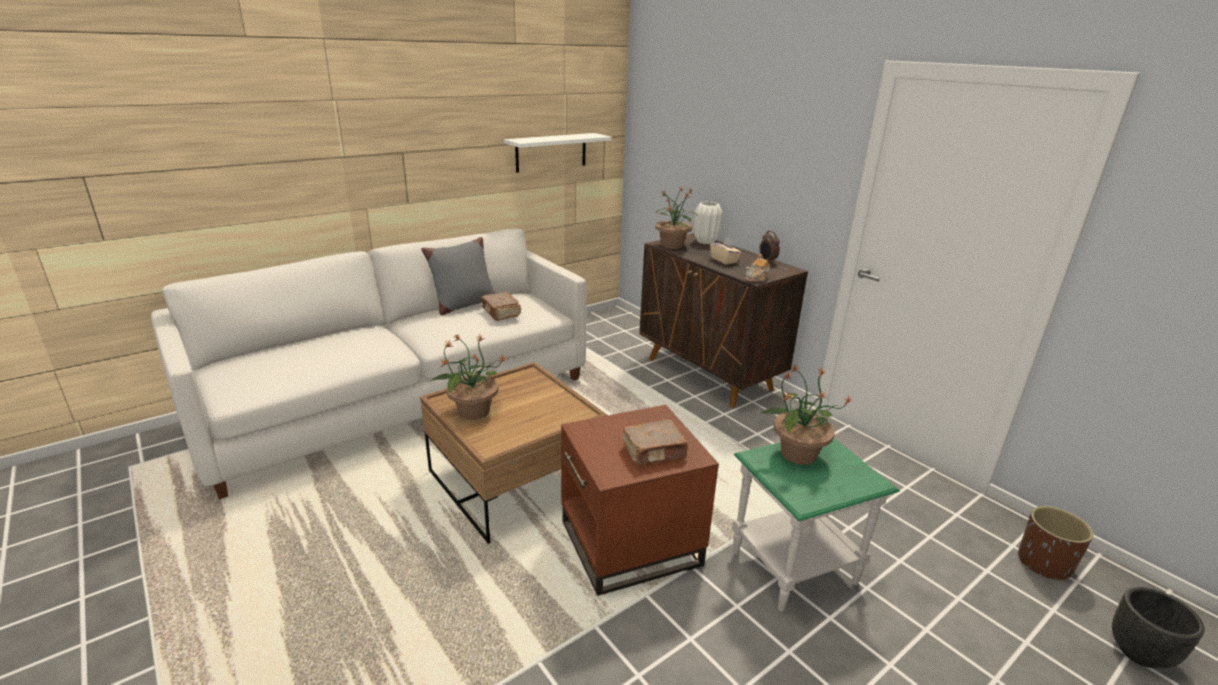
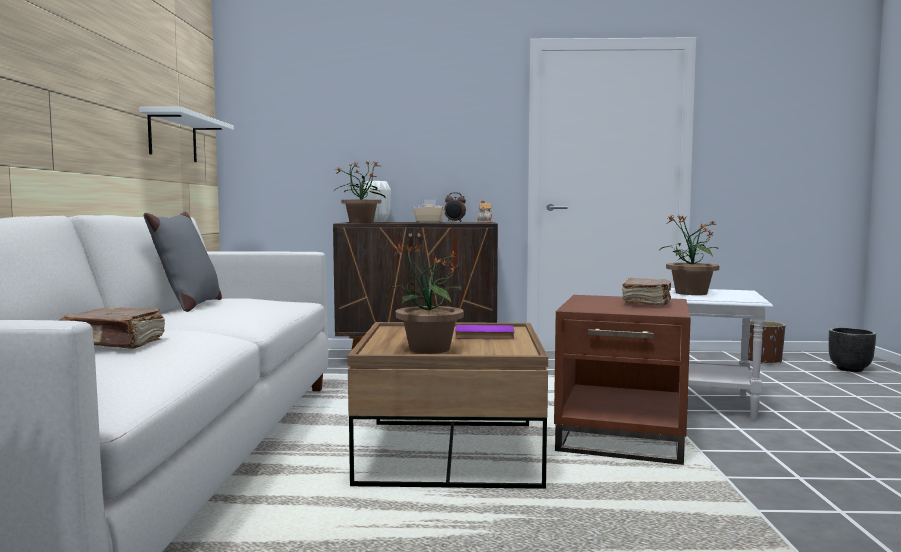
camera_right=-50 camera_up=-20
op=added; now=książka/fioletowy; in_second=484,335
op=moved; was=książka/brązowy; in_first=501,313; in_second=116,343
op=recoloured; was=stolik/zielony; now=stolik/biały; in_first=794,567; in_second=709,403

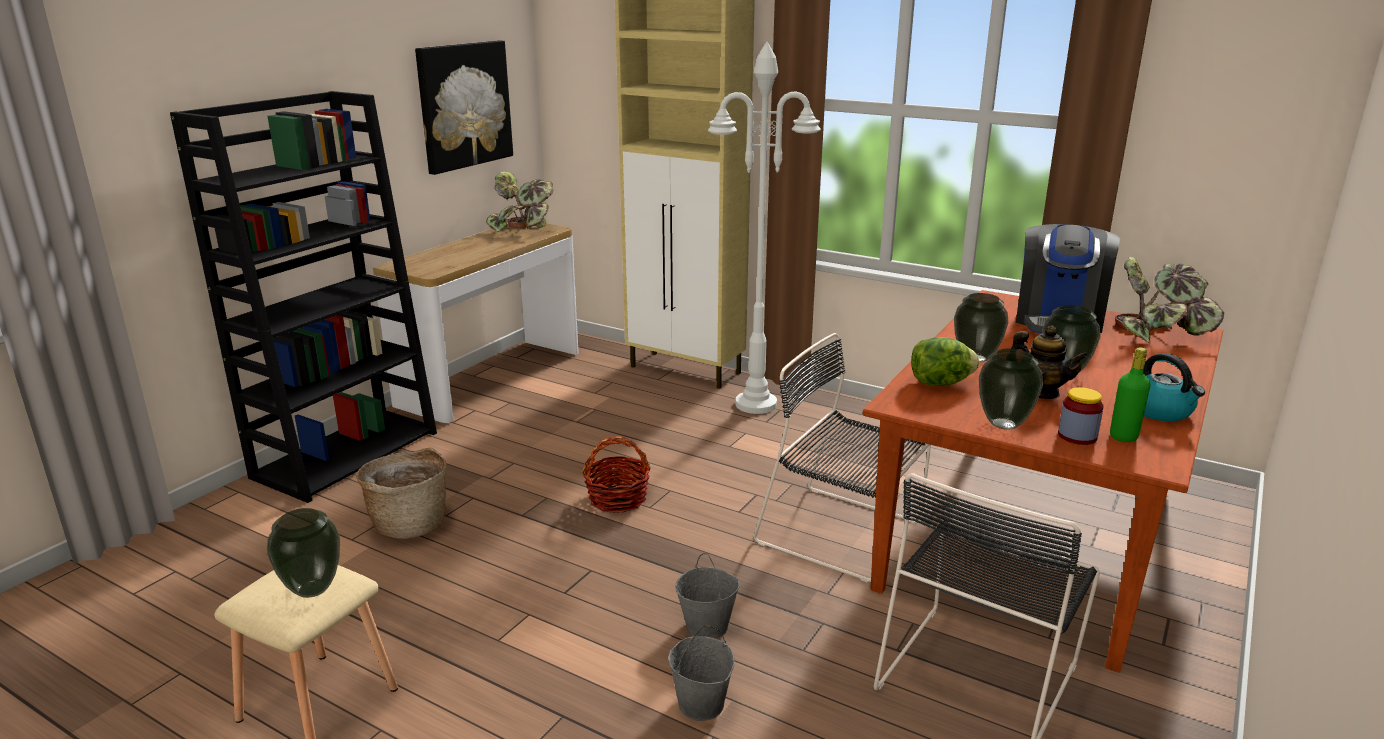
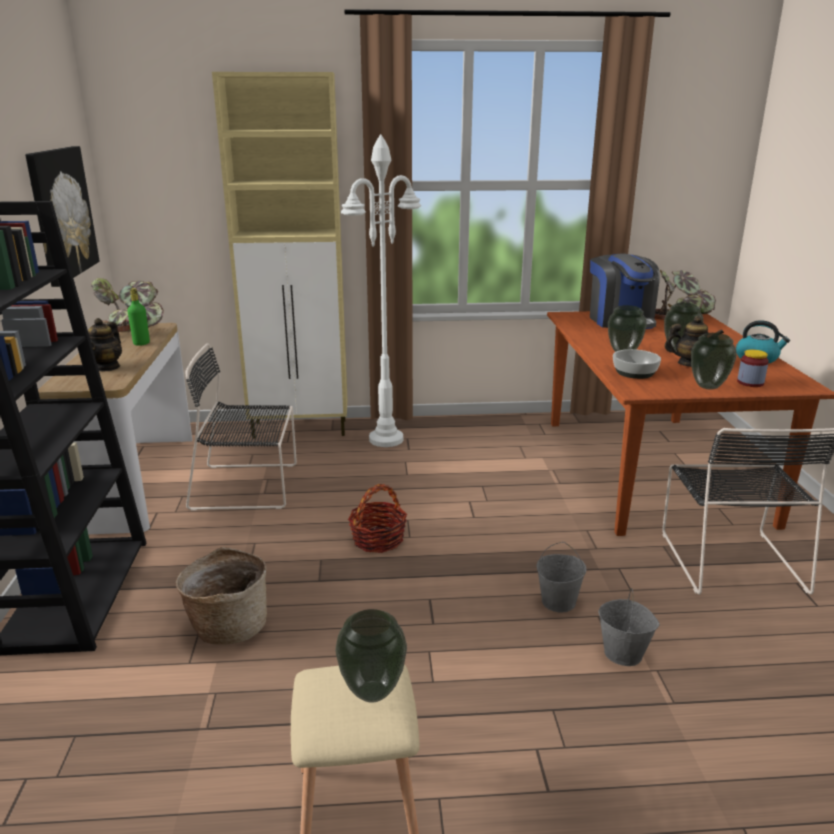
camera_right=-35 camera_up=0
op=added; now=imbryk; in_second=107,367
op=moved; was=krzesło/czarny; in_first=844,534; in_second=249,486
op=moved; was=butelka/zielony; in_first=1123,437; in_second=141,343
op=replaced; was=sałata; now=miska; in_first=940,383; in_second=634,372

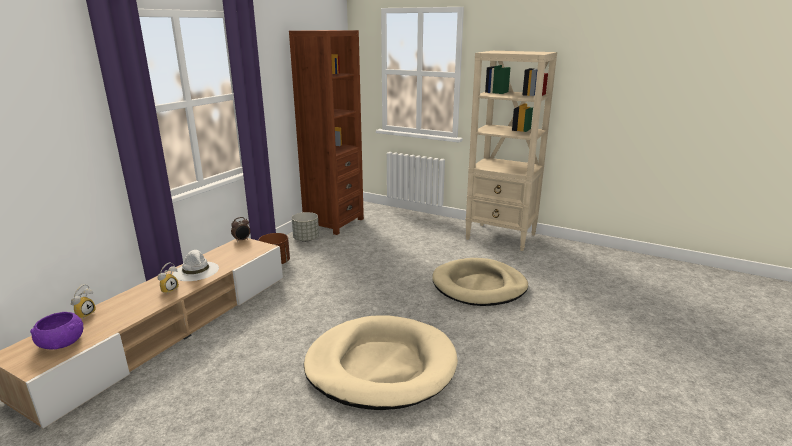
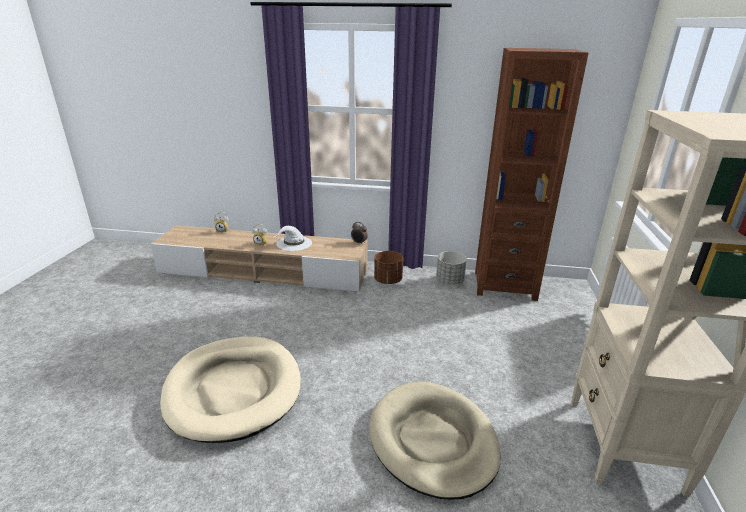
camera_right=70 camera_up=5
op=removed; was=miska/fioletowy; in_first=62,343

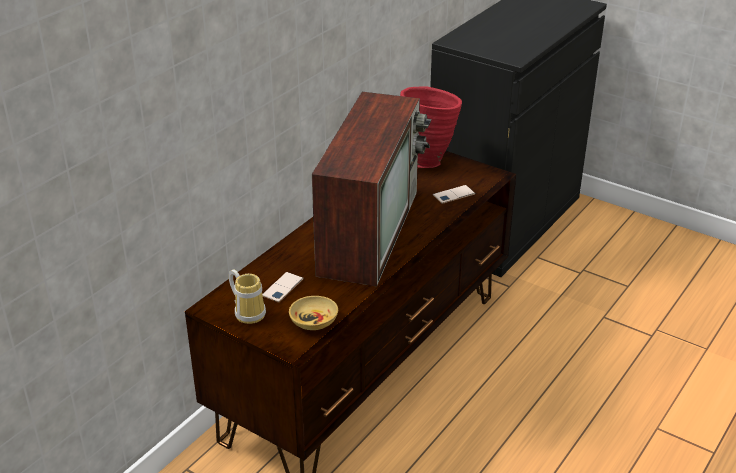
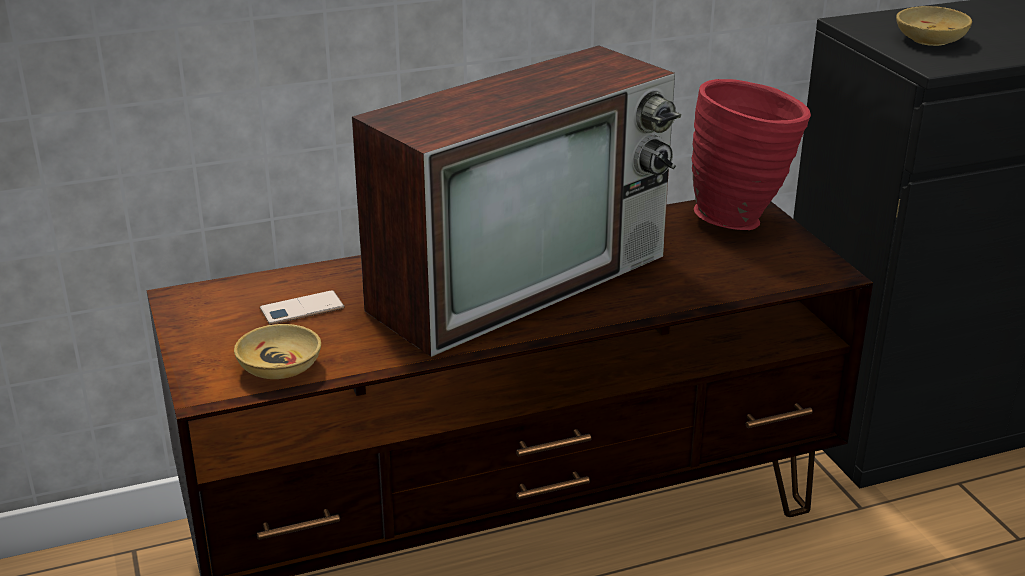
camera_right=35 camera_up=-5
op=removed; was=kubek; in_first=248,312
op=removed; was=telefon; in_first=454,195
op=added; now=miska/beżowy; in_second=931,39

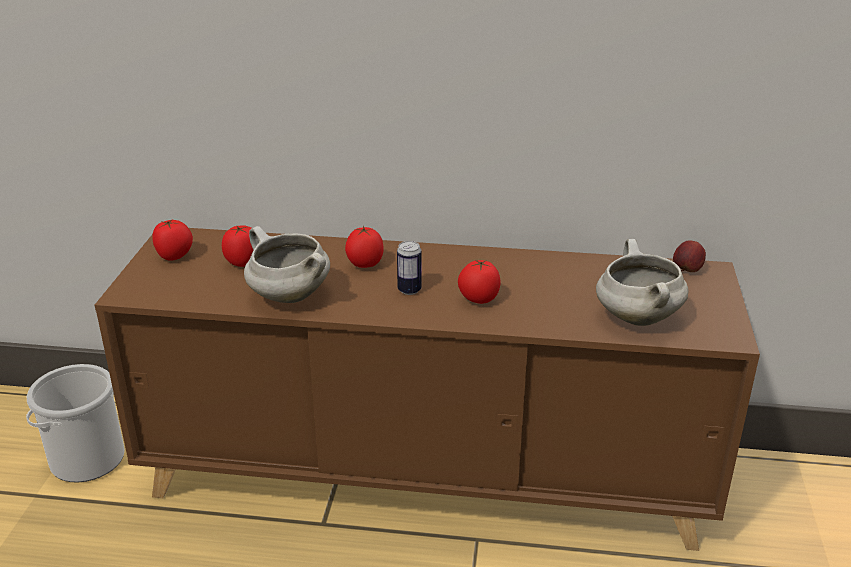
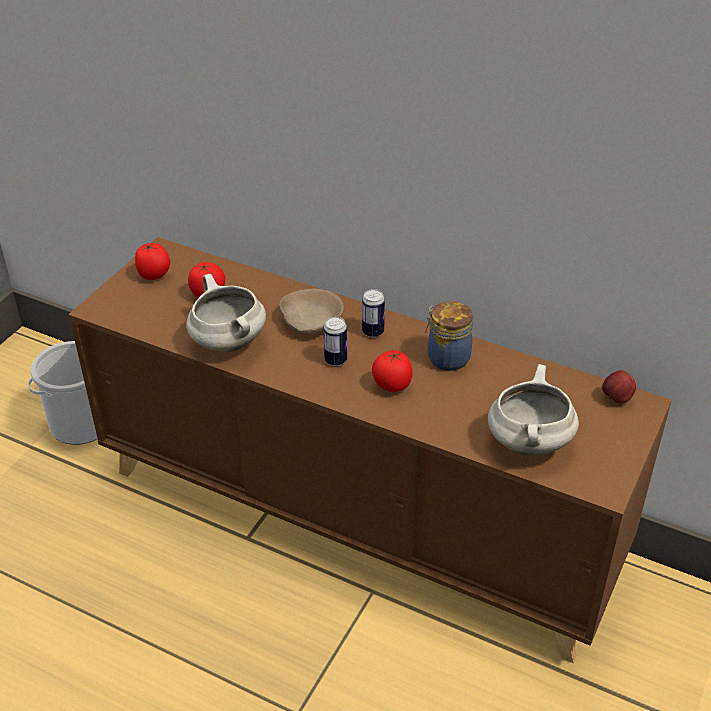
camera_right=20 camera_up=10
op=added; now=puszka; in_second=373,332
op=added; now=słoik; in_second=446,357
op=replaced; was=pomidor; now=miska/beżowy; in_first=364,265; in_second=311,322

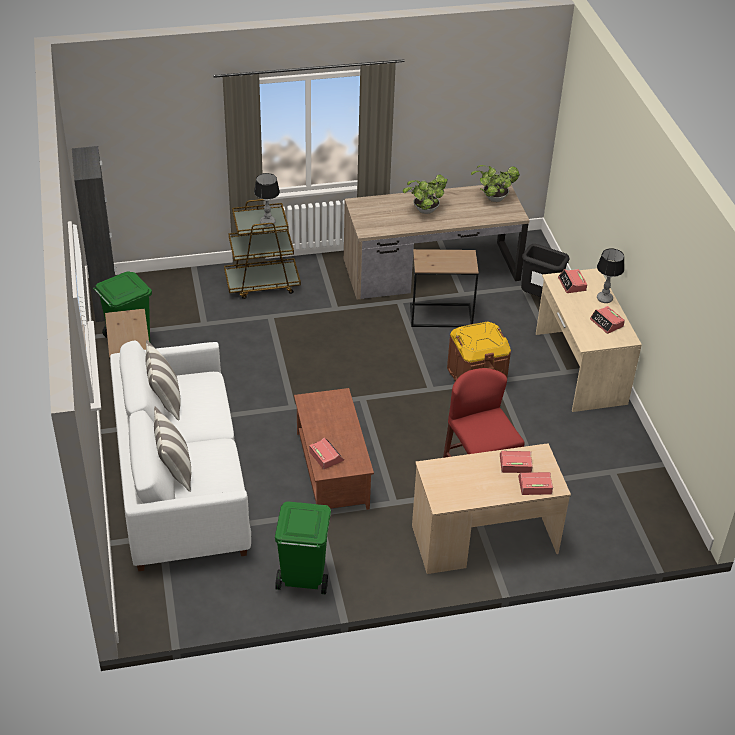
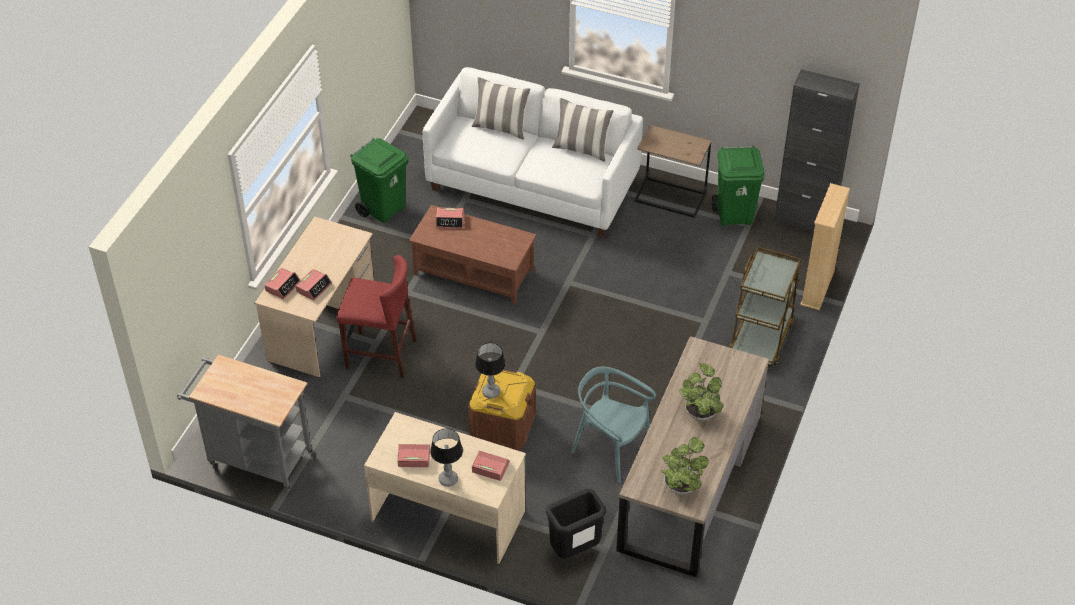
camera_right=125 camera_up=5
op=added; now=wózek/szary; in_second=254,457
op=added; now=regał/beżowy; in_second=817,288
op=moved; was=lampa stołowa; in_first=267,222; in_second=491,392
op=replaced; was=stolik/brązowy; now=krzesło/turkusowy; in_first=440,315; in_second=610,449

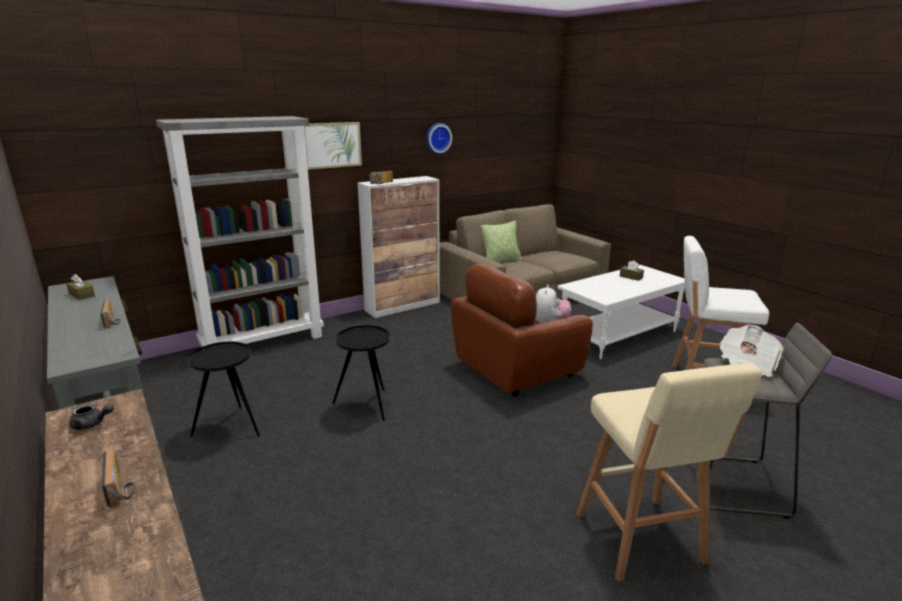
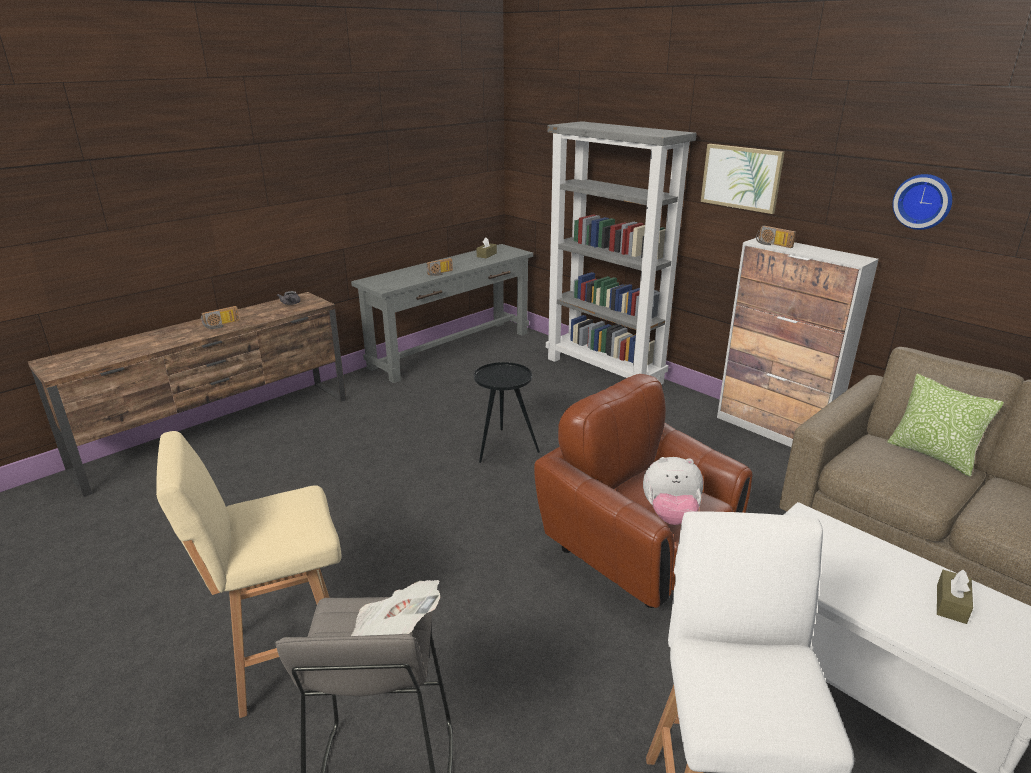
camera_right=80 camera_up=5
op=removed; was=stolik/czarny; in_first=231,428

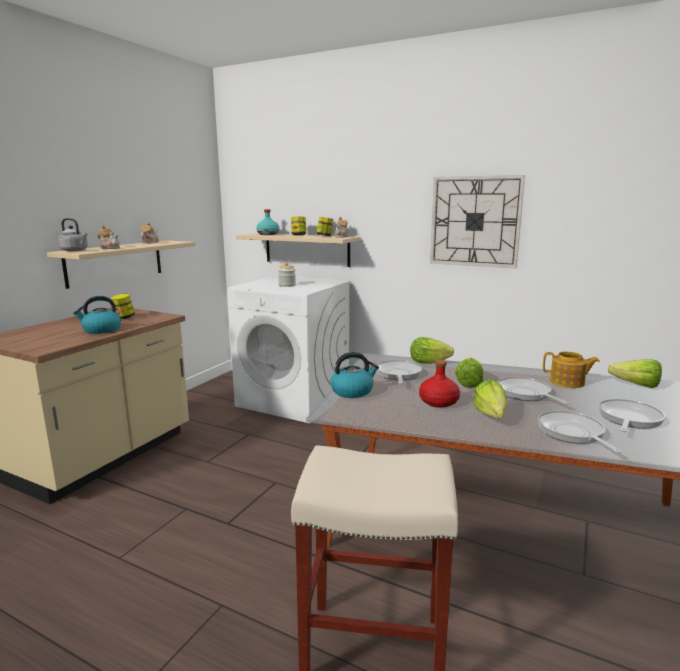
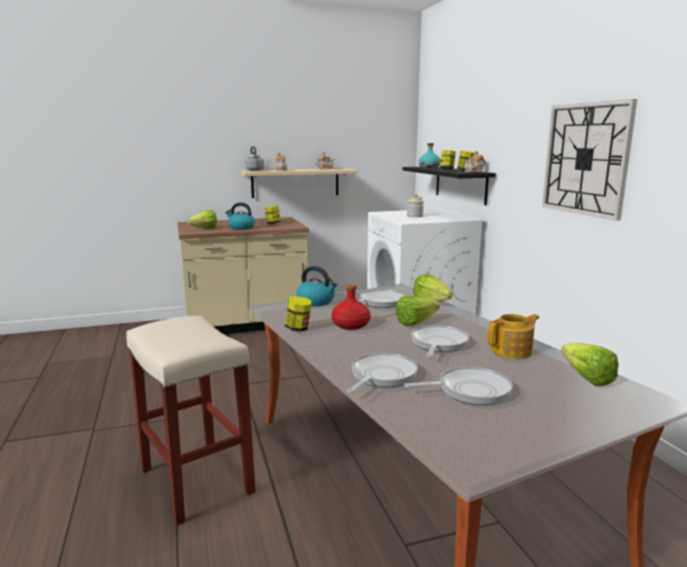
camera_right=45 camera_up=0
op=added; now=słoik; in_second=298,329
op=moved; was=sałata; in_first=491,418; in_second=202,229
op=recoloured; was=półka/beżowy; now=półka/czarny; in_first=306,249; in_second=460,184
op=turned; was=imbryk; in_first=568,382; in_second=512,351; clockwise=-90

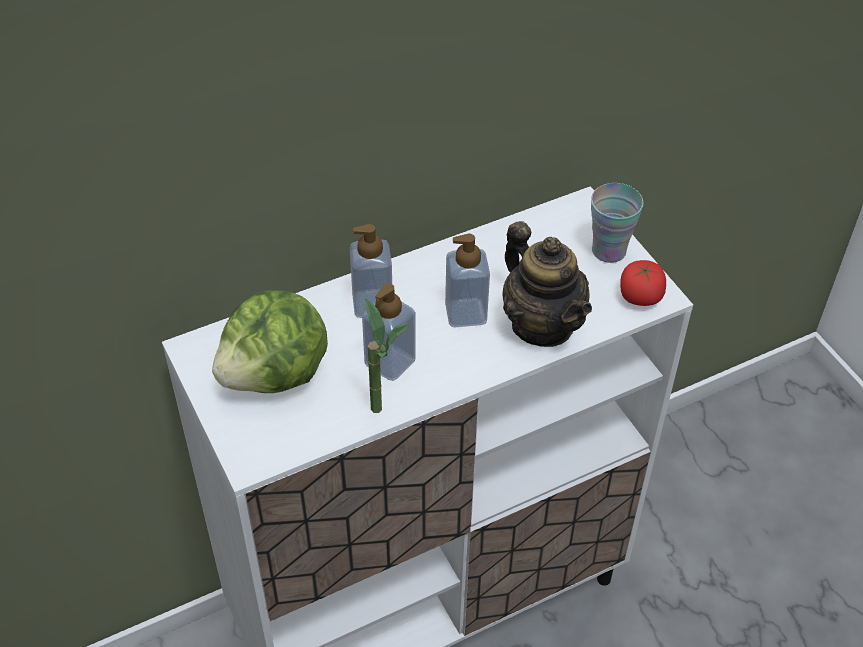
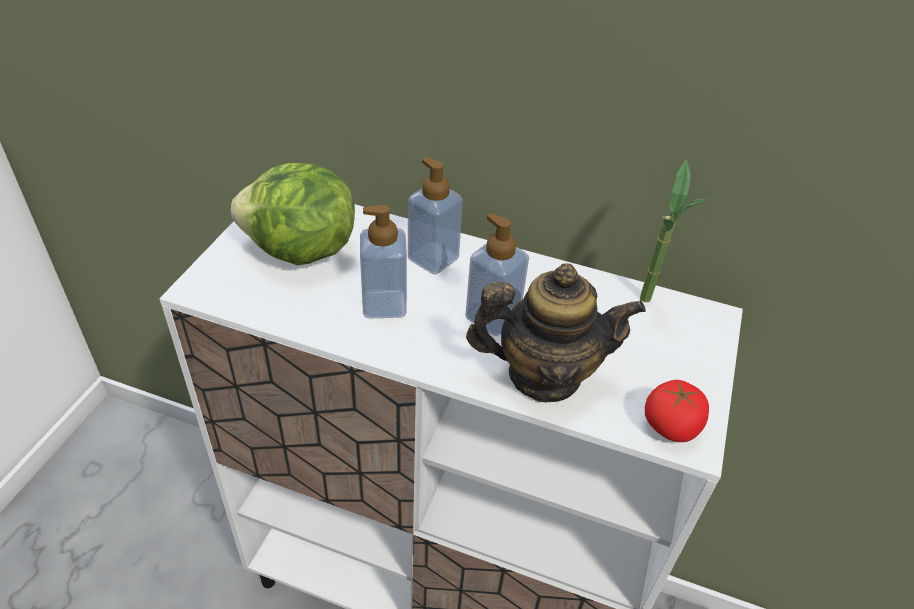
camera_right=45 camera_up=-5
op=removed; was=filiżanka; in_first=609,251
op=moved; was=roślina doniczkowa; in_first=385,414; in_second=648,307
op=turned; was=imbryk; in_first=542,324; in_second=544,375; clockwise=-105

